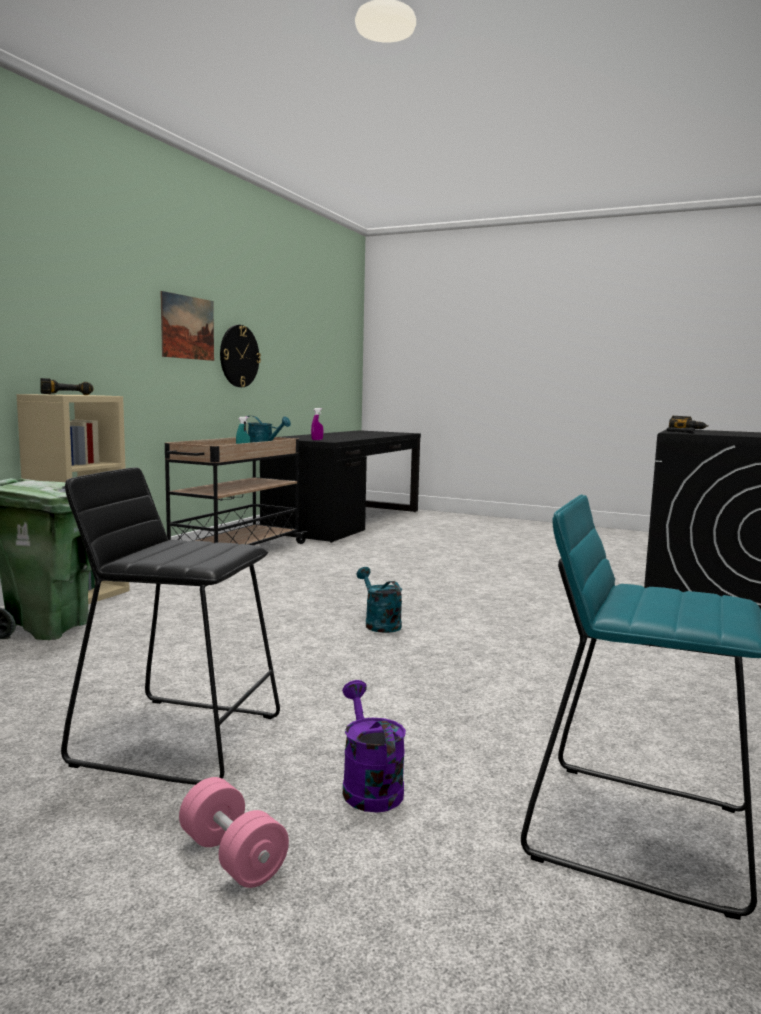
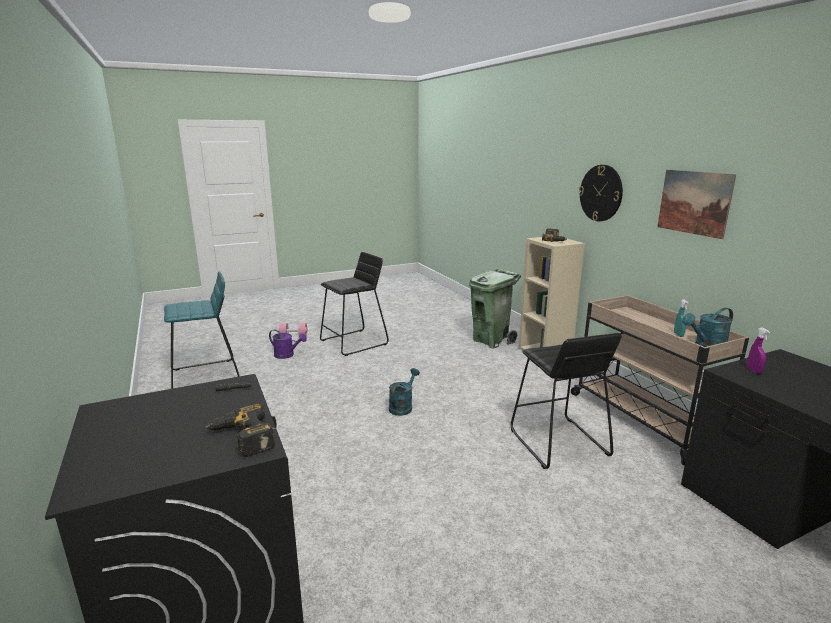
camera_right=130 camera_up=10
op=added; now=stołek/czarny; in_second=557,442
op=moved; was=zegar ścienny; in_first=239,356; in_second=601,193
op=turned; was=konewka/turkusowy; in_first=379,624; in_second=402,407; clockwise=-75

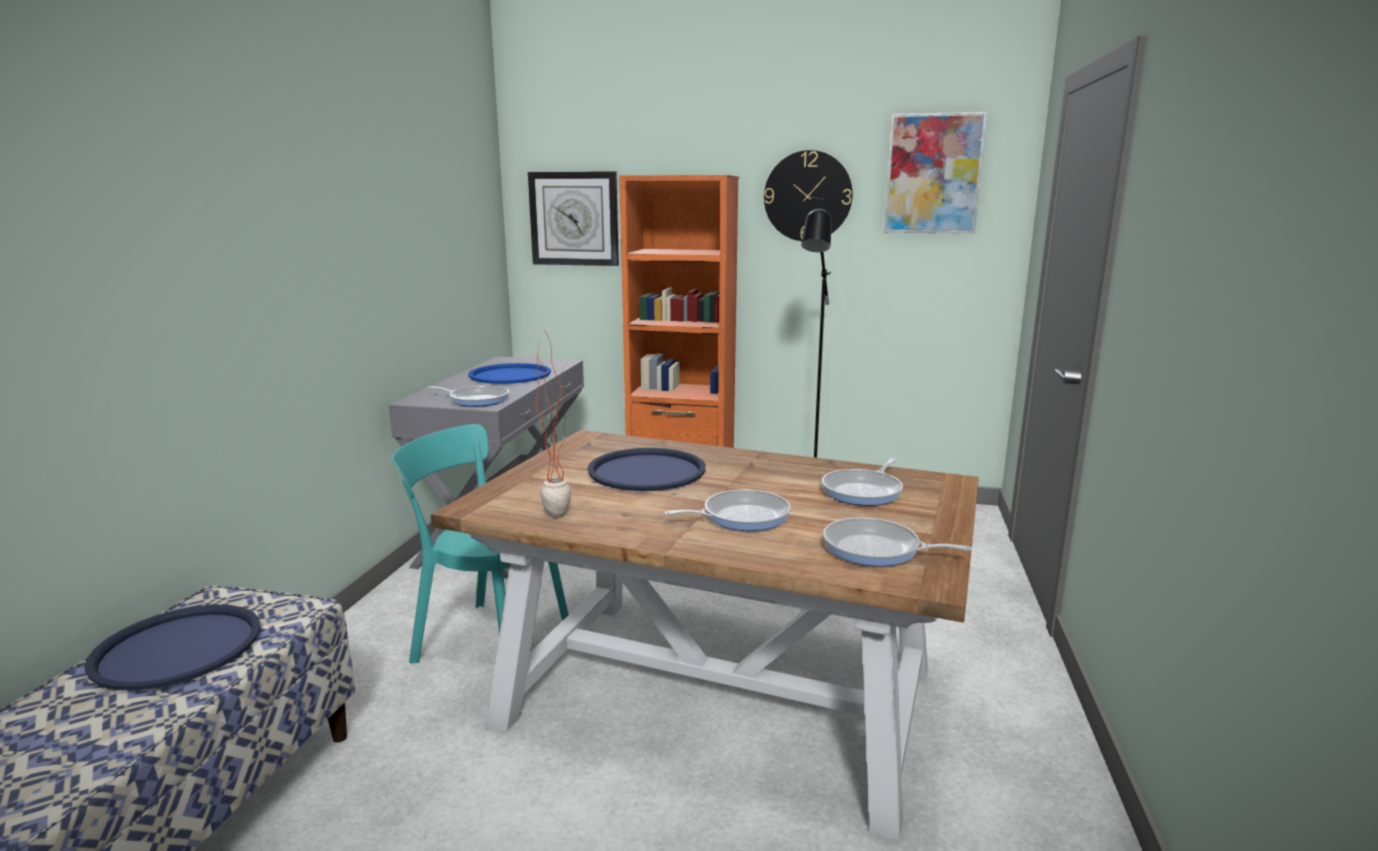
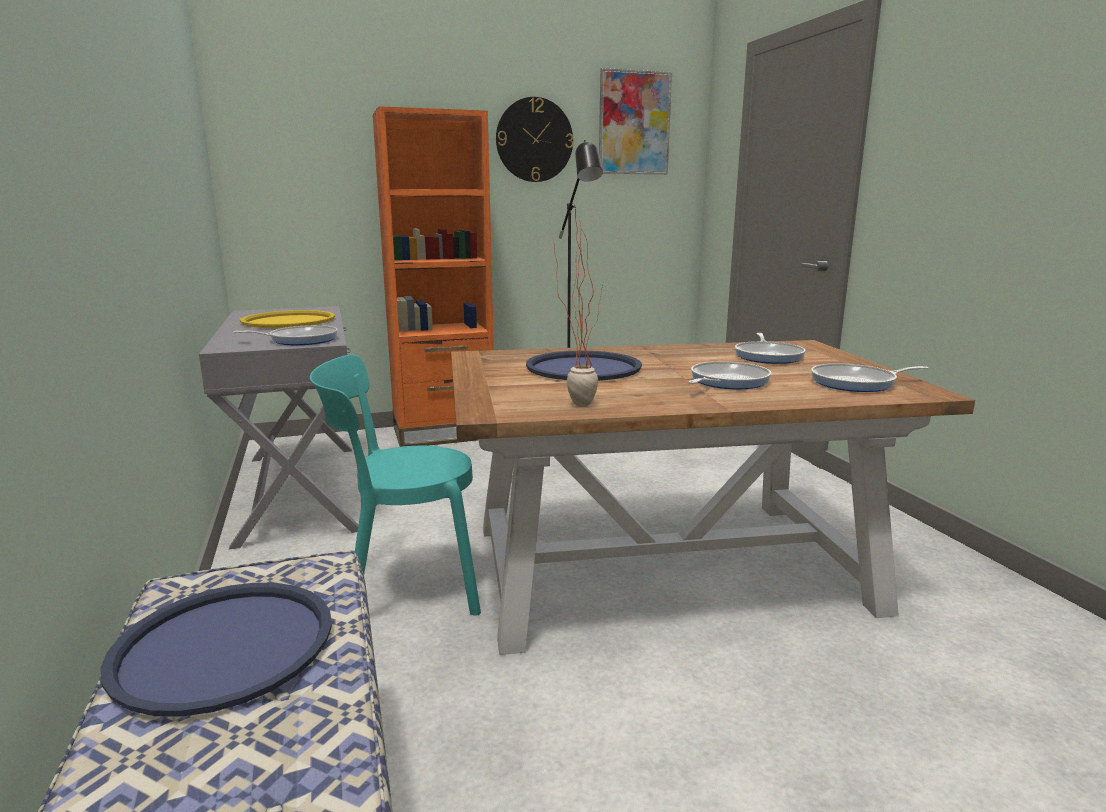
camera_right=-30 camera_up=0
op=removed; was=zegar ścienny; in_first=574,219
op=recoloured; was=taca/niebieski; now=taca/żółty; in_first=510,375; in_second=288,321

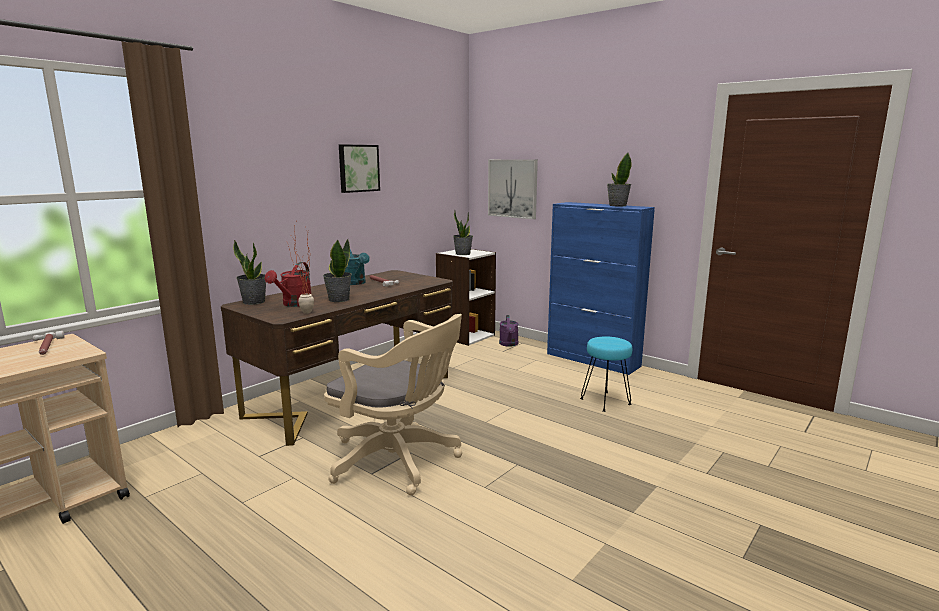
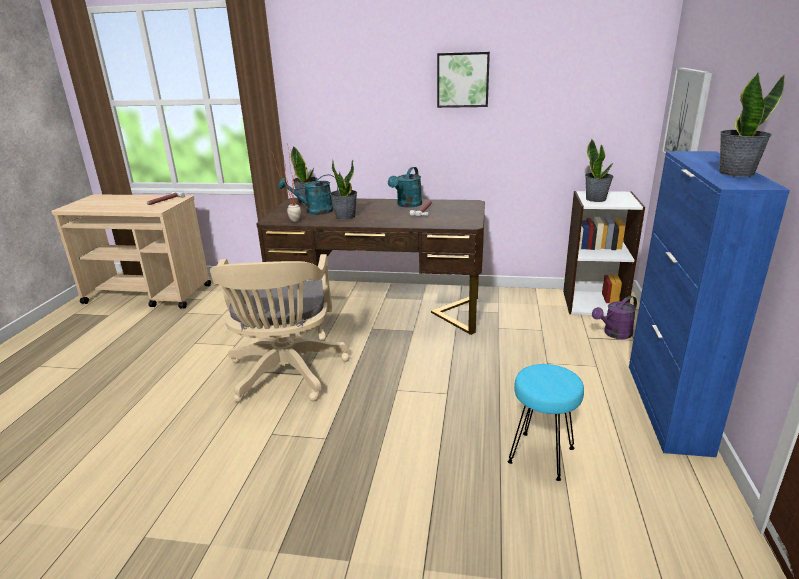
camera_right=60 camera_up=10
op=recoloured; was=konewka/czerwony; now=konewka/turkusowy; in_first=294,304; in_second=314,211

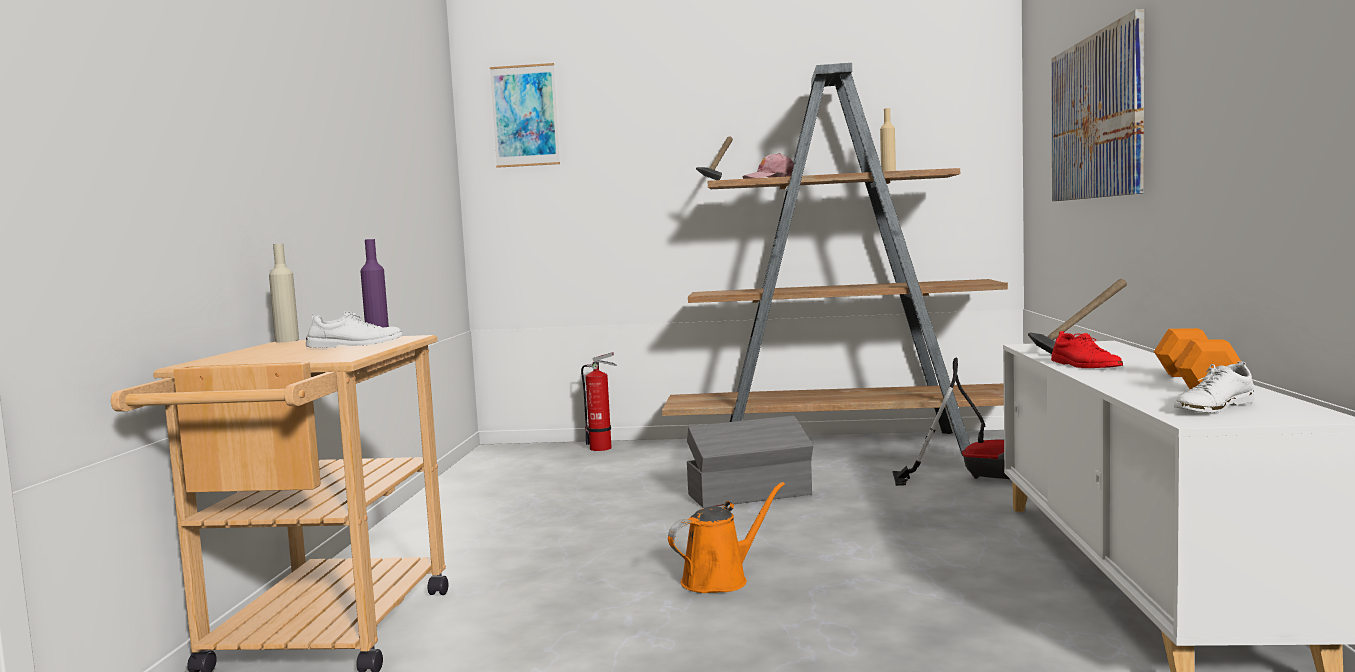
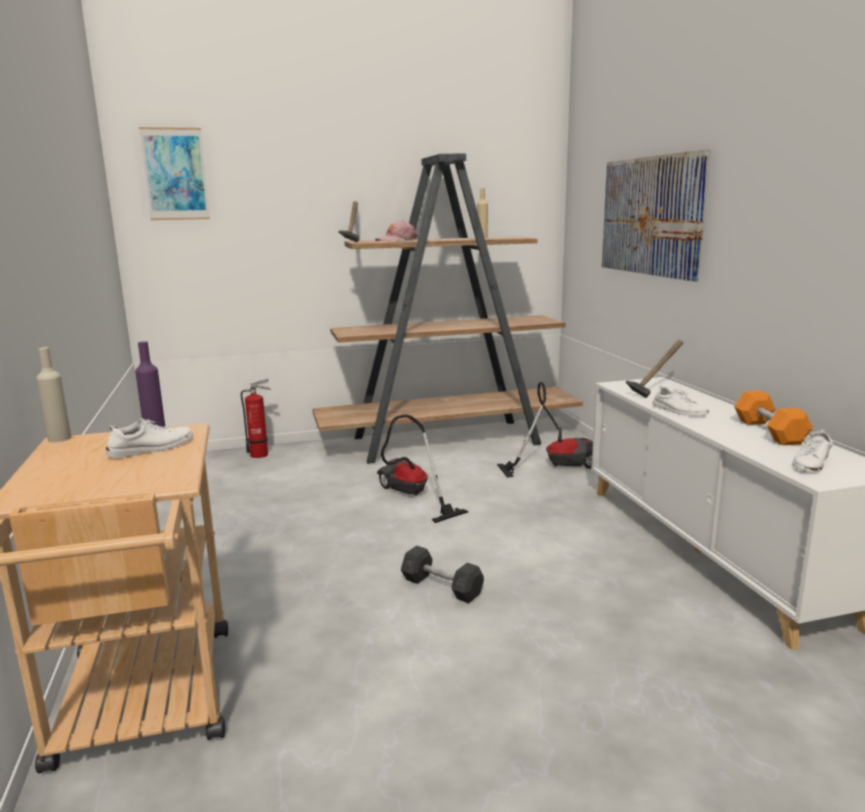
camera_right=-20 camera_up=10
op=replaced; was=konewka/pomarańczowy; now=hantel/szary; in_first=720,579; in_second=441,587
op=replaced; was=pojemnik do przechowywania/szary; now=odkurzacz; in_first=751,495; in_second=410,496
op=recoloured; was=but/czerwony; now=but/biały; in_first=1085,365; in_second=679,411

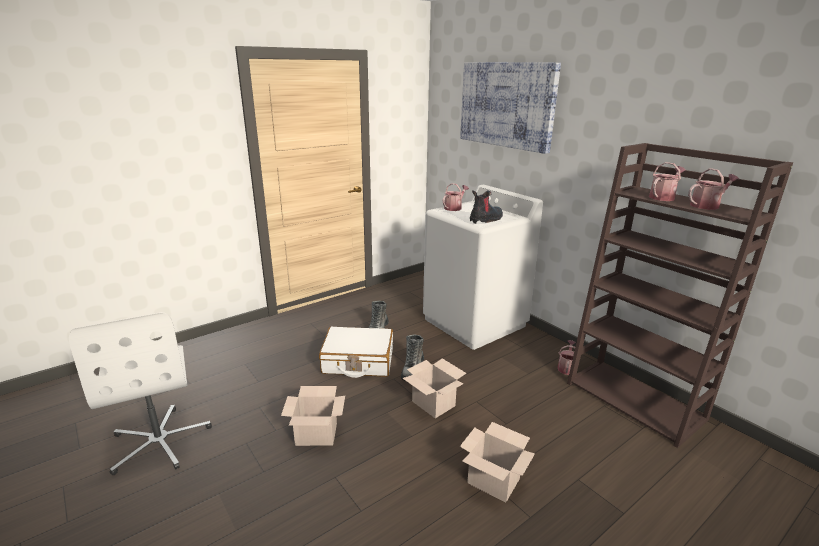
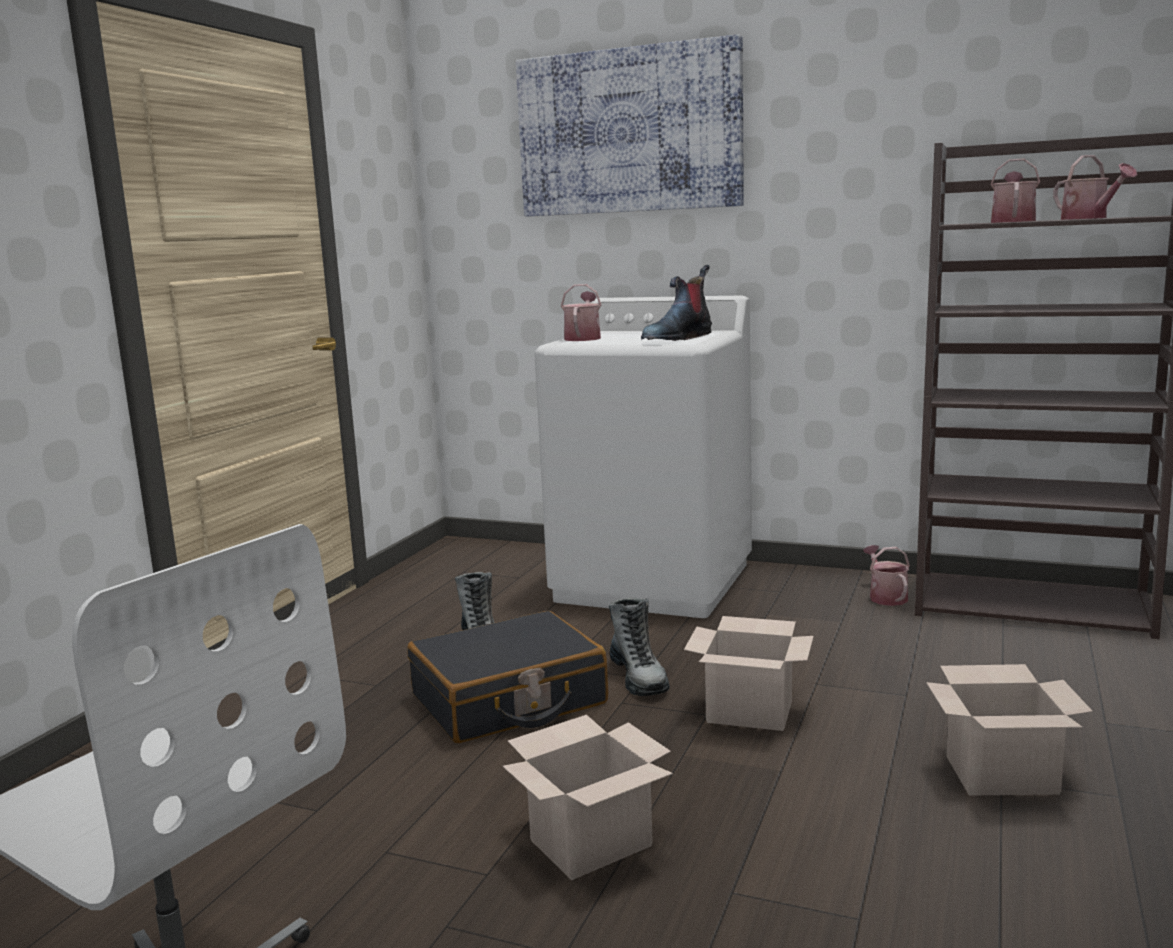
camera_right=-30 camera_up=-10
op=recoloured; was=walizka/biały; now=walizka/czarny; in_first=358,361; in_second=509,700
op=turned; was=but z cholewką; in_first=486,219; in_second=677,338; clockwise=-150
op=turned; was=konewka; in_first=707,205; in_second=1089,218; clockwise=120

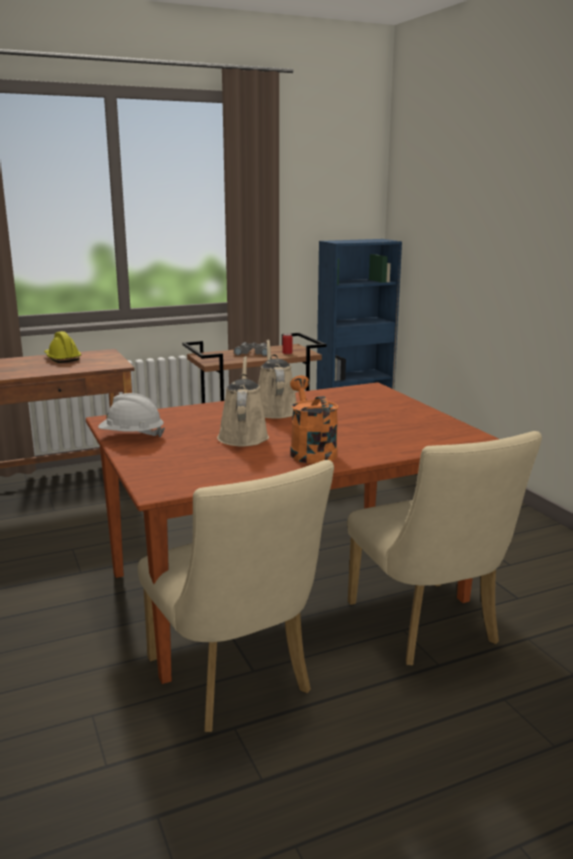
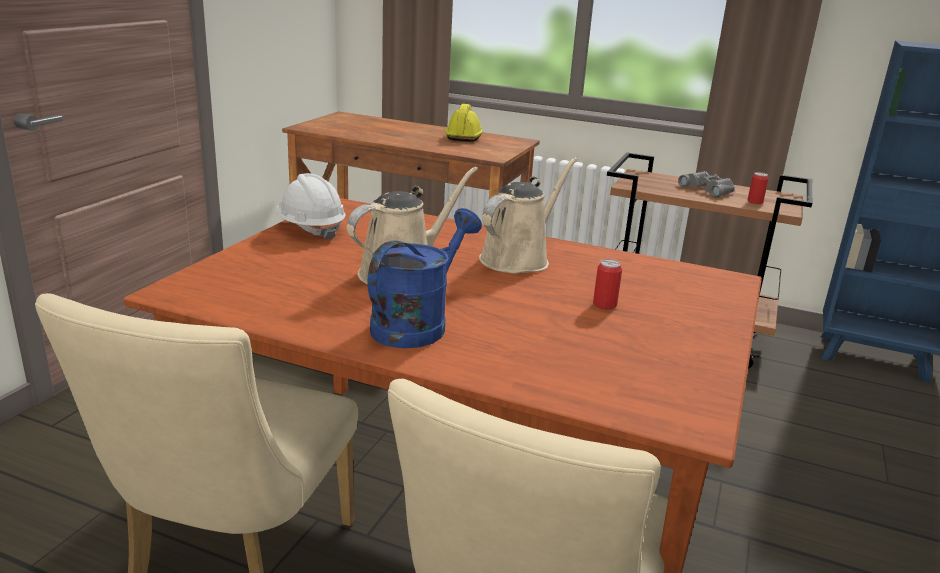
camera_right=45 camera_up=5
op=added; now=puszka; in_second=604,304
op=recoloured; was=konewka/pomarańczowy; now=konewka/niebieski; in_first=310,451; in_second=417,324

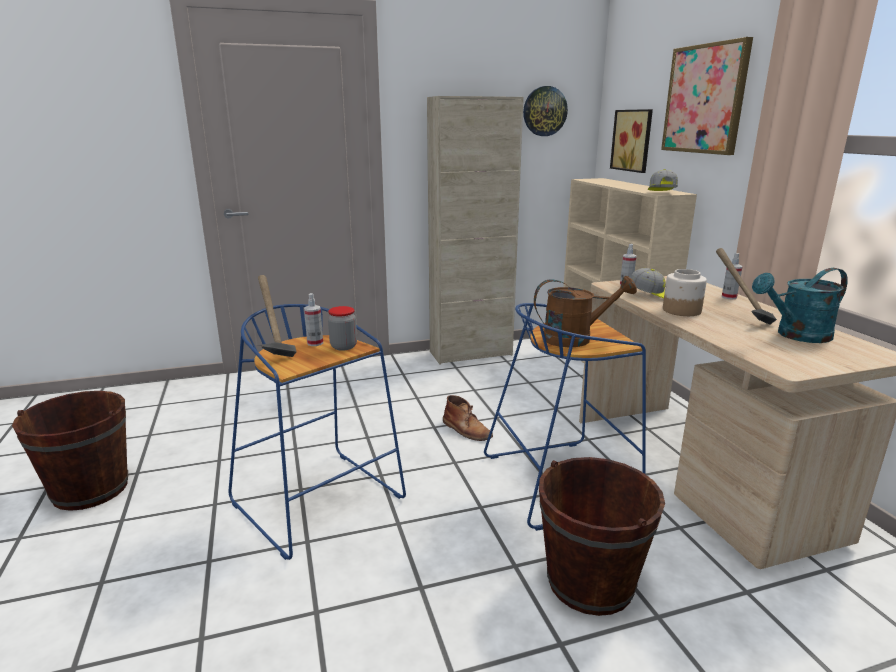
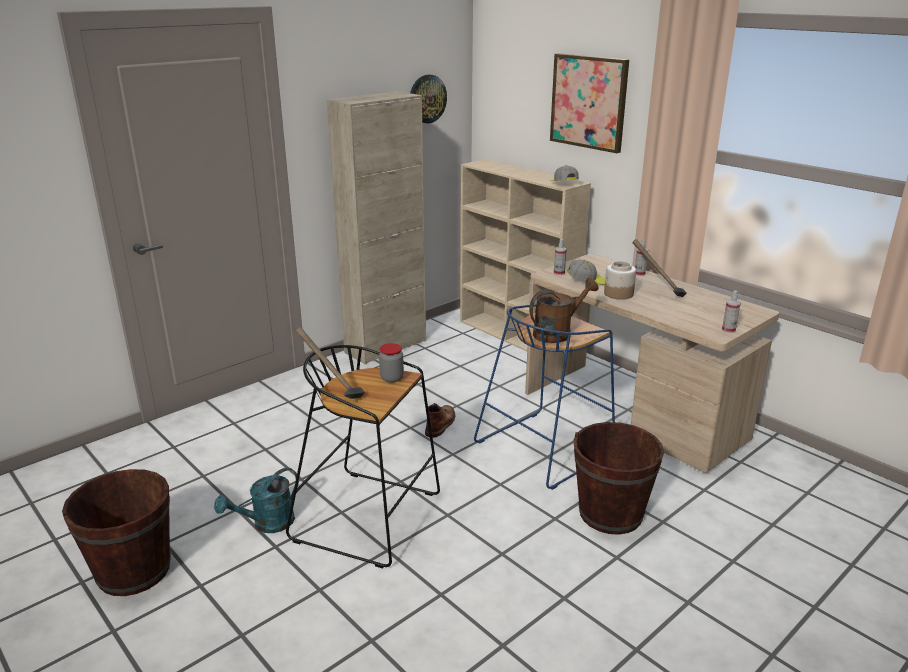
camera_right=-25 camera_up=5
op=removed; was=obraz; in_first=633,140
op=moved; was=spryskiwacz; in_first=315,343; in_second=728,330
op=moved; was=konewka/turkusowy; in_first=796,335; in_second=267,524
op=recoloured; was=stołek/niebieski; now=stołek/czarny; in_first=321,502; in_second=370,517
op=turned; was=but z cholewką/brązowy; in_first=467,430; in_second=440,423; clockwise=-90

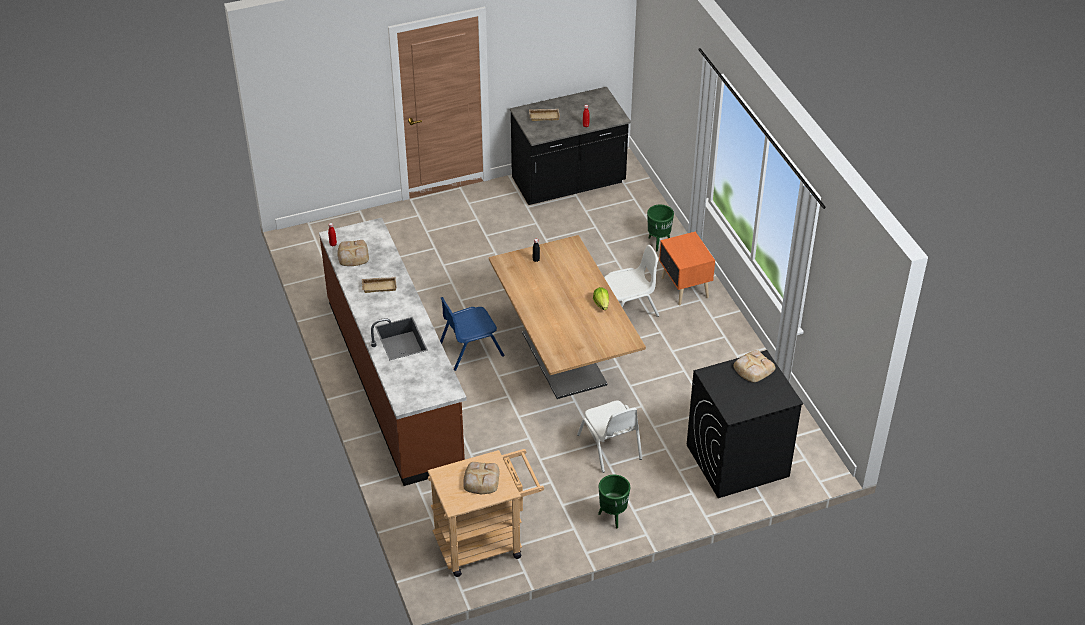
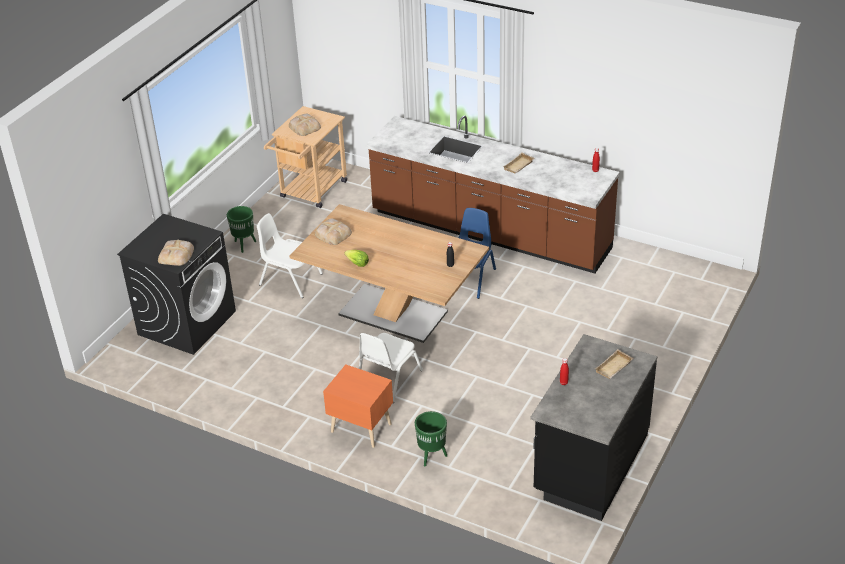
camera_right=140 camera_up=-5
op=moved; was=chleb; in_first=353,256; in_second=333,234

